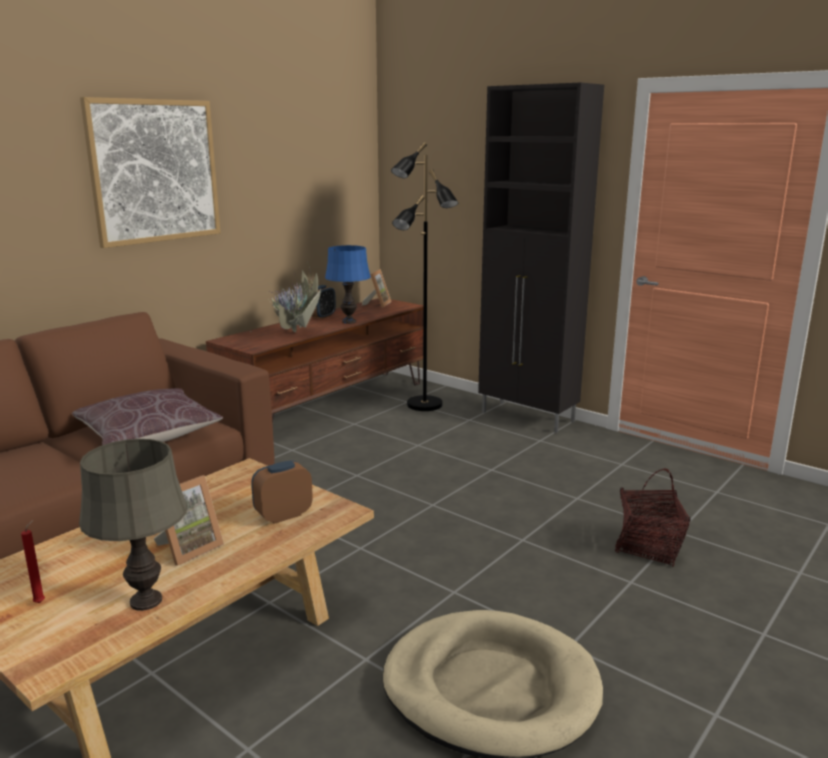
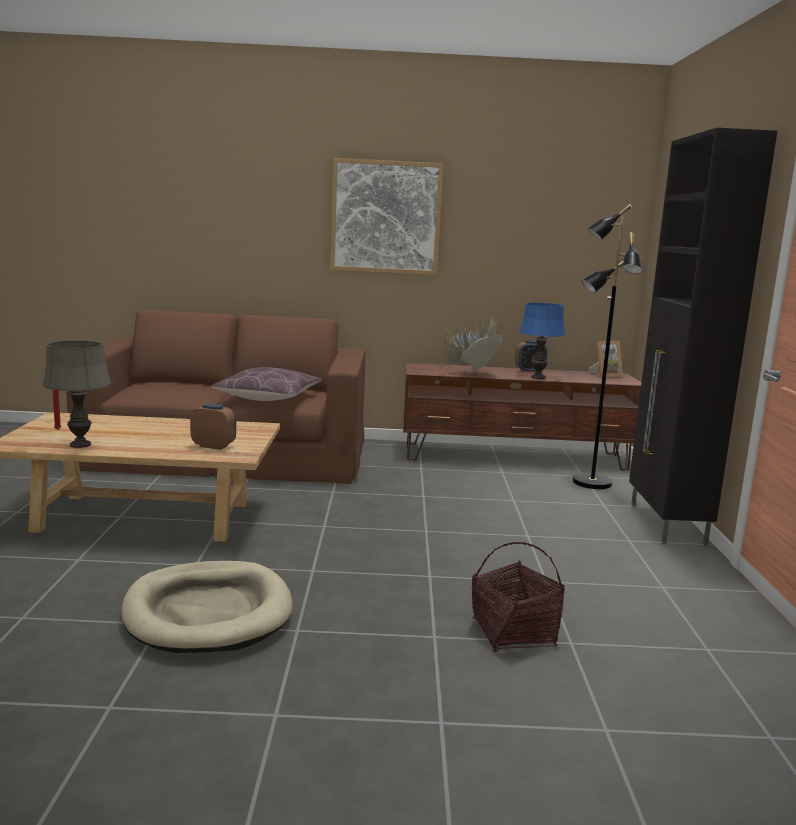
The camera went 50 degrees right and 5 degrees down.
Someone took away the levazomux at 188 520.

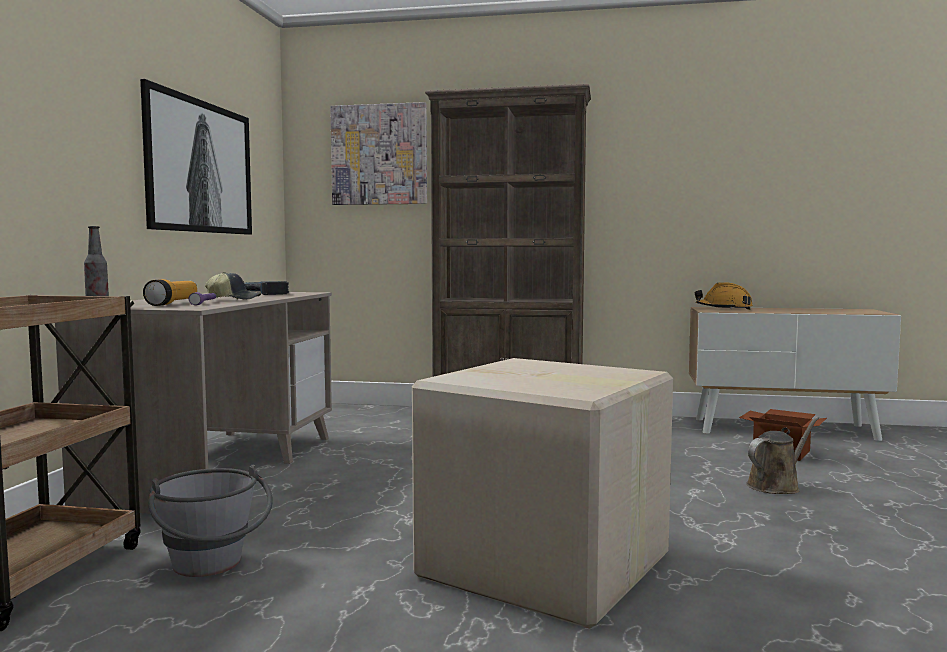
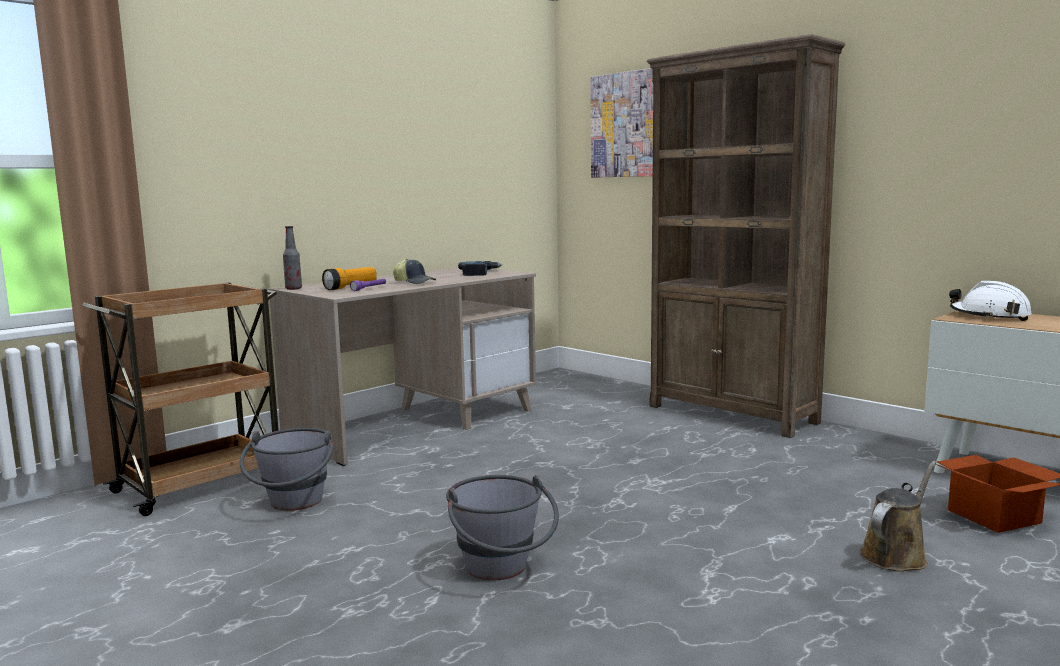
The camera went 35 degrees right and 5 degrees up.
Someone took away the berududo at 196 157.
Someone swapped the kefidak at 542 493 for the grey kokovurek at 502 527.
Someone repainted the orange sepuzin at 724 296, which became the white sepuzin at 990 301.
Someone rotated the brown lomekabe at 782 455 by 45 degrees counterclockwise.

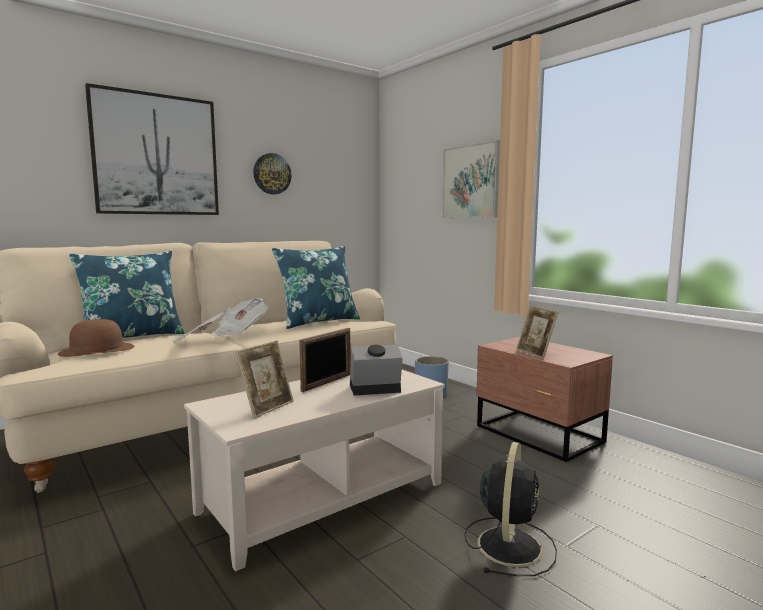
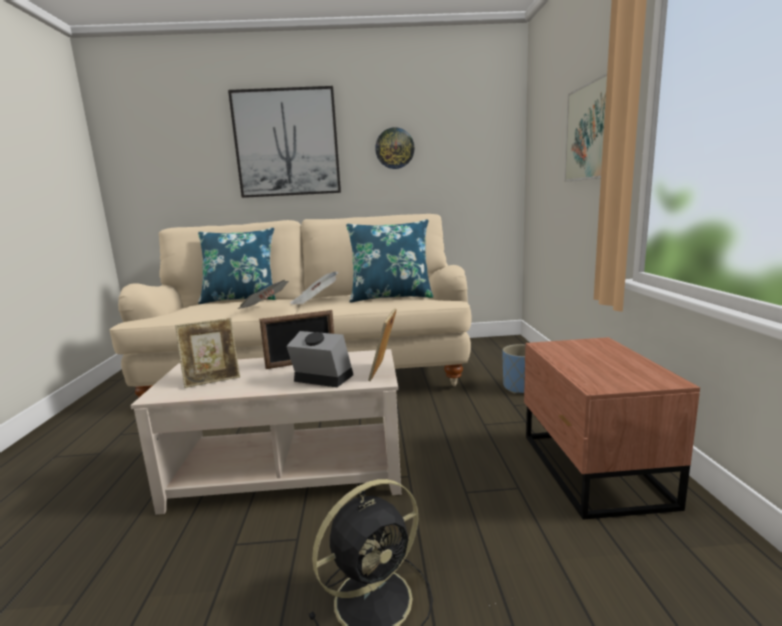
The camera went 35 degrees right and 5 degrees up.
Someone took away the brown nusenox at 96 338.
Someone carried the levazomux from 537 332 to 382 344.

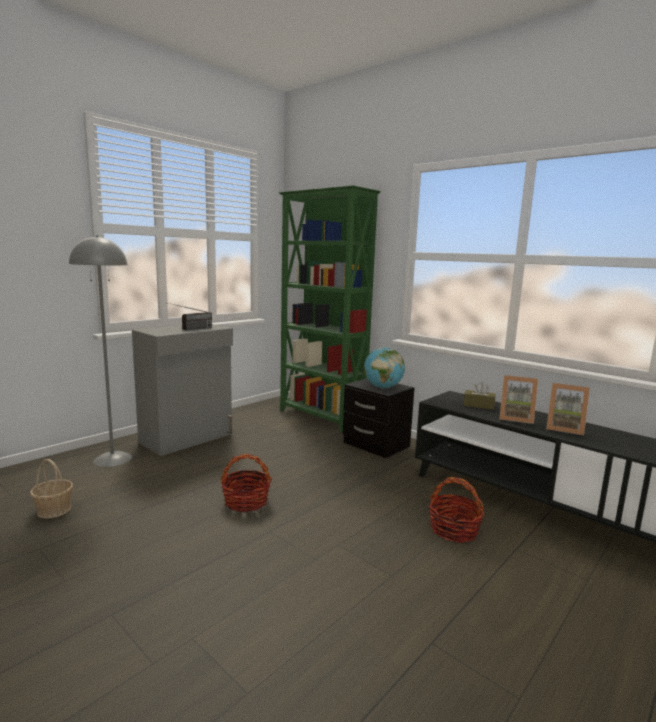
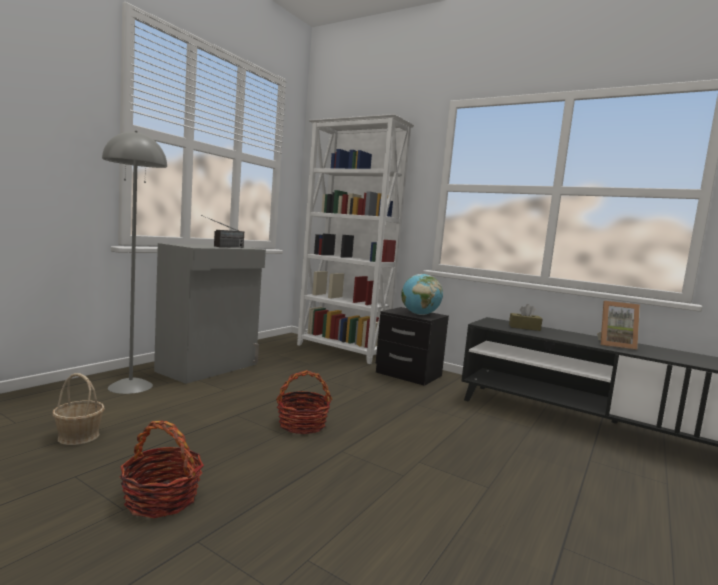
The camera went 10 degrees left and 5 degrees down.
Someone repainted the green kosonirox at 330 309, which became the white kosonirox at 356 239.
Someone carried the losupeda from 456 510 to 162 469.
Someone took away the levazomux at 518 399.

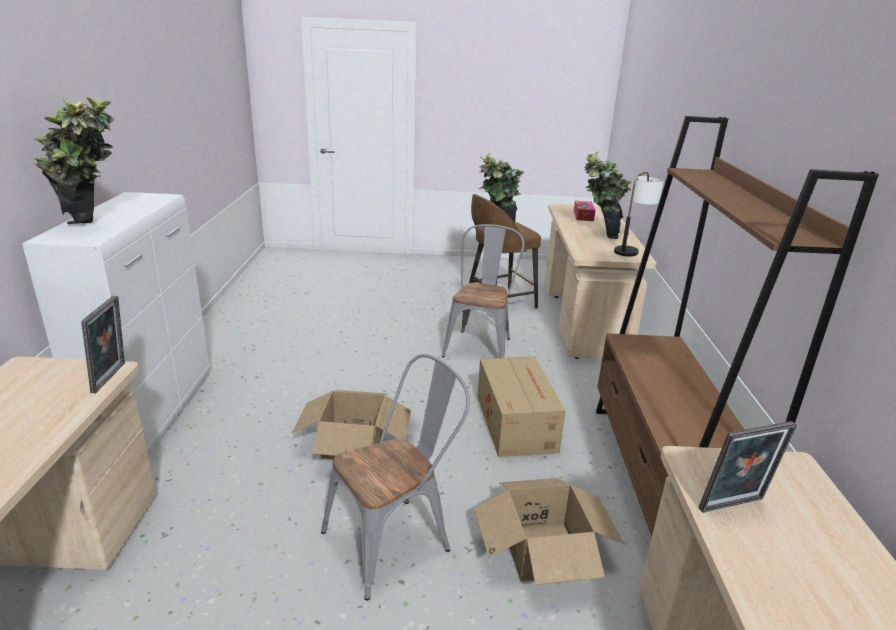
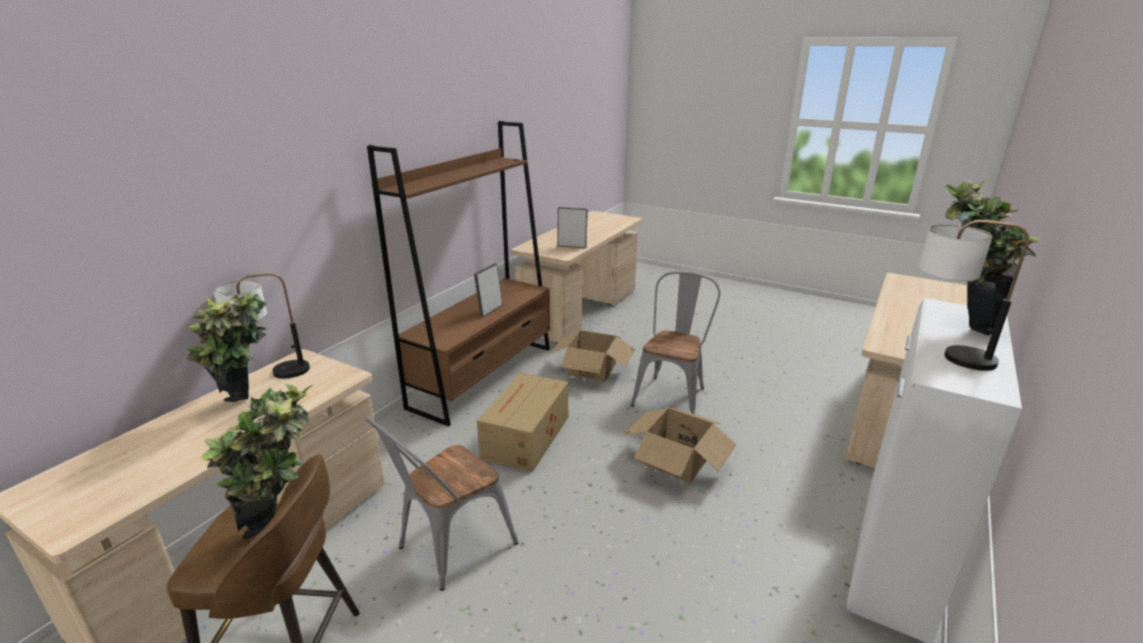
The camera went 150 degrees left and 0 degrees up.
Someone carried the levazomux from 103 344 to 488 290.
Someone rotated the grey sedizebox at 395 477 by 120 degrees clockwise.
Someone took away the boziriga at 584 211.
Someone put down the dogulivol at 974 295.

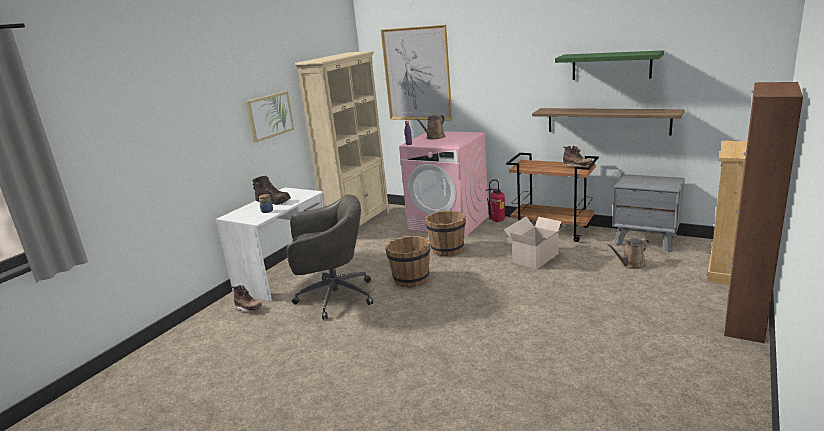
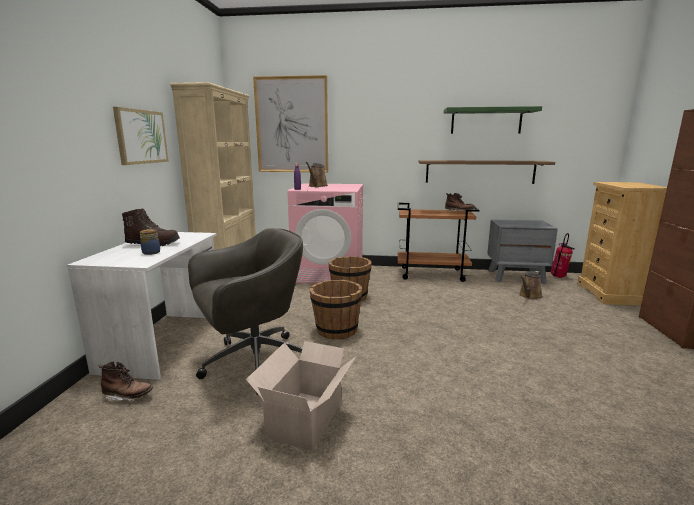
The camera went 25 degrees left and 5 degrees down.
Someone carried the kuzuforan from 495 200 to 563 255.
Someone carried the kefidak from 535 242 to 301 396.

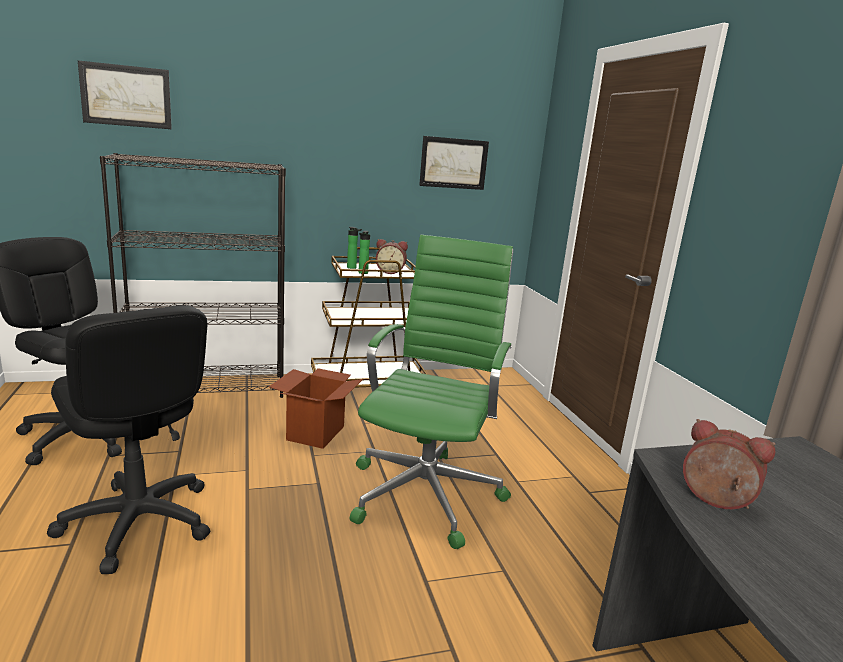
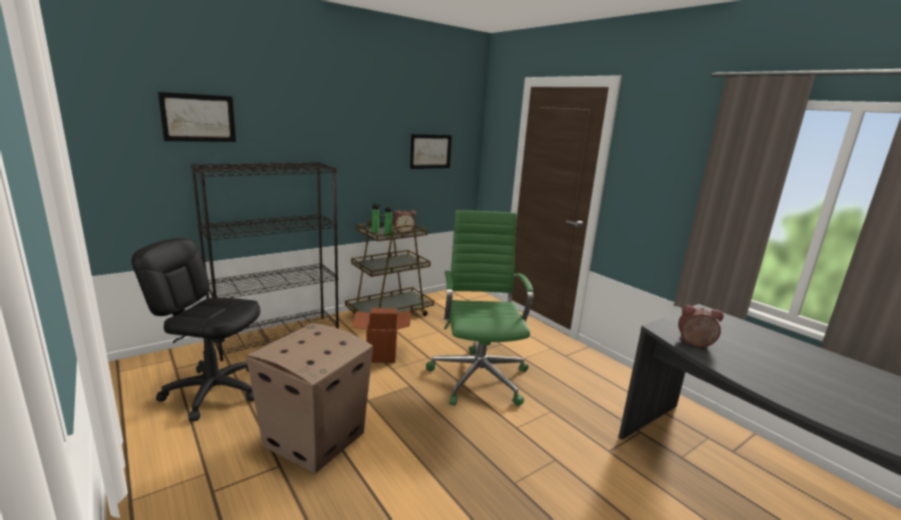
The camera went 20 degrees left and 0 degrees up.
Someone swapped the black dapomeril at 128 439 for the kefidak at 309 398.

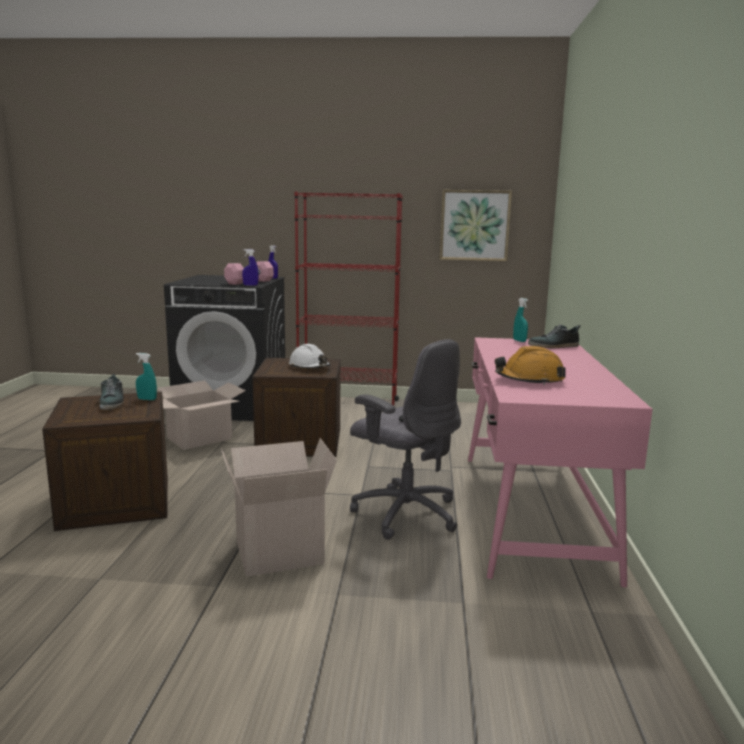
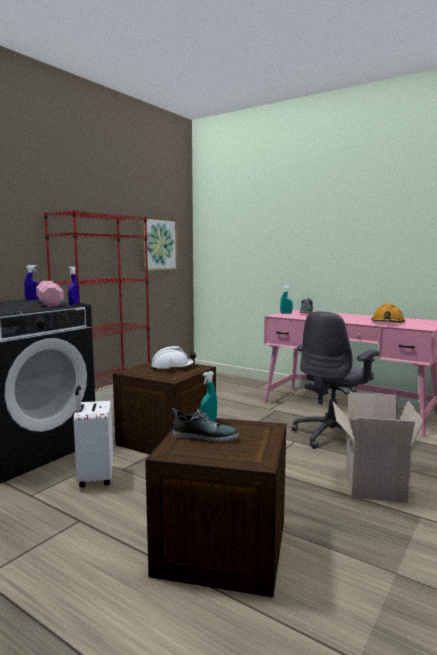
The camera went 60 degrees left and 5 degrees down.
Someone swapped the kefidak at 201 415 for the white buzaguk at 93 436.
Someone rotated the grey dapomeril at 405 439 by 150 degrees clockwise.

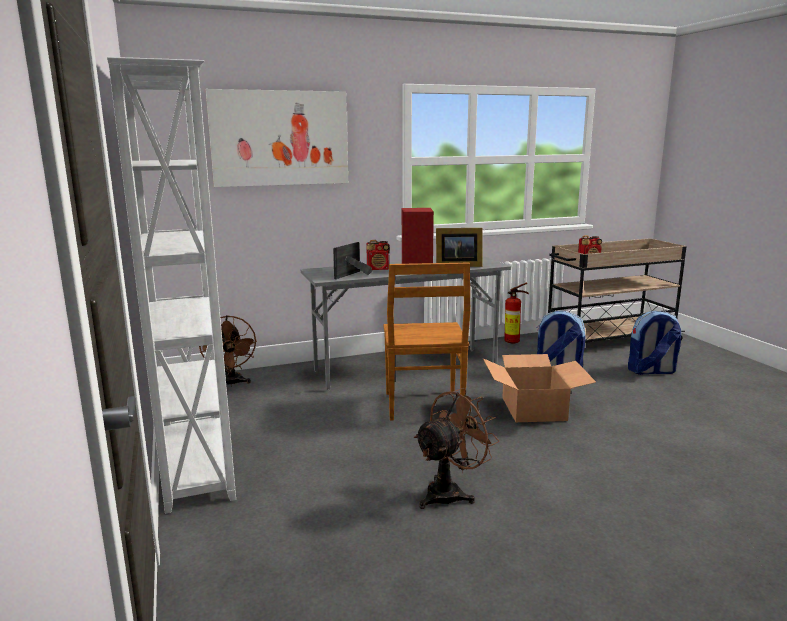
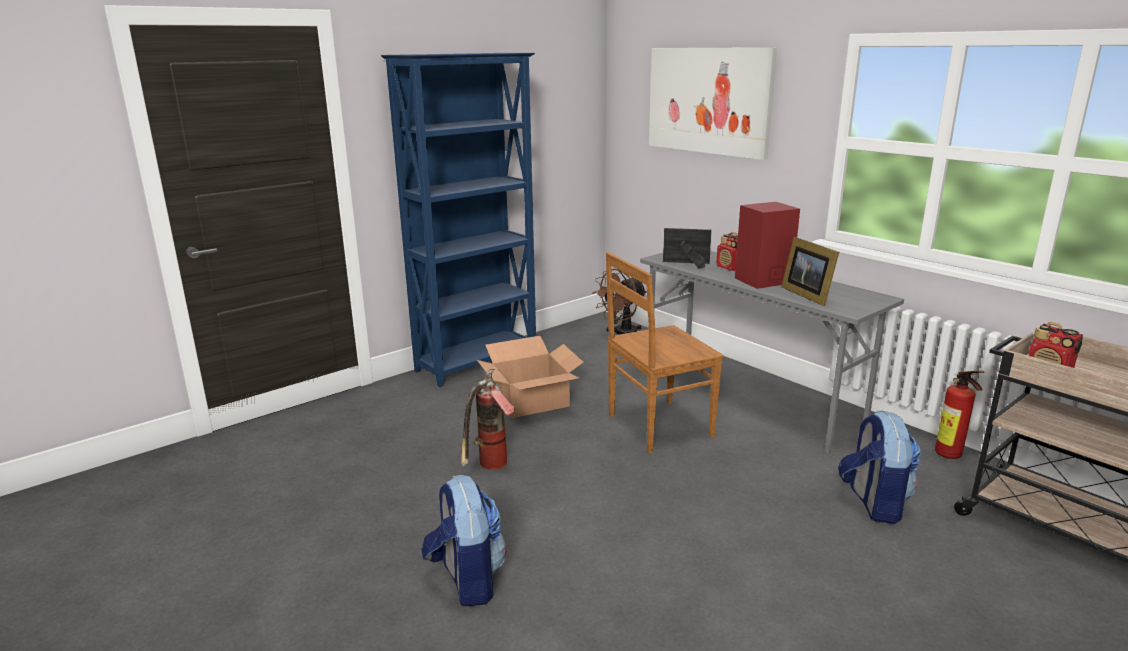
The camera went 70 degrees right and 5 degrees up.
Someone repainted the white kosonirox at 171 285, which became the blue kosonirox at 458 220.
Someone swapped the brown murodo at 456 448 for the kuzuforan at 488 419.
Someone carried the kefidak from 539 388 to 530 377.
Someone carried the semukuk from 654 343 to 463 541.

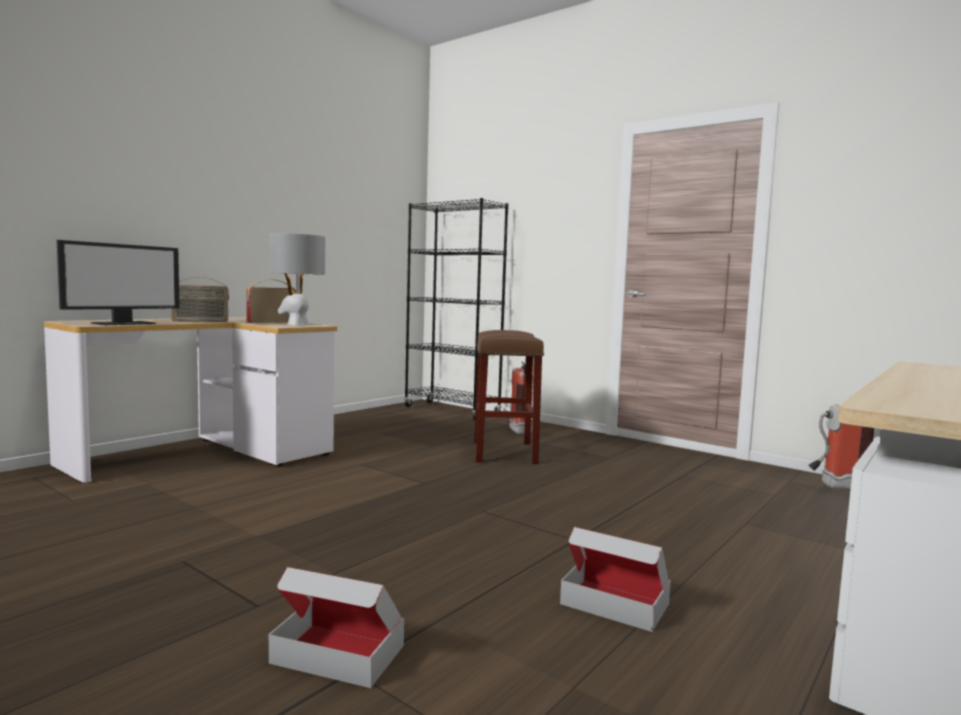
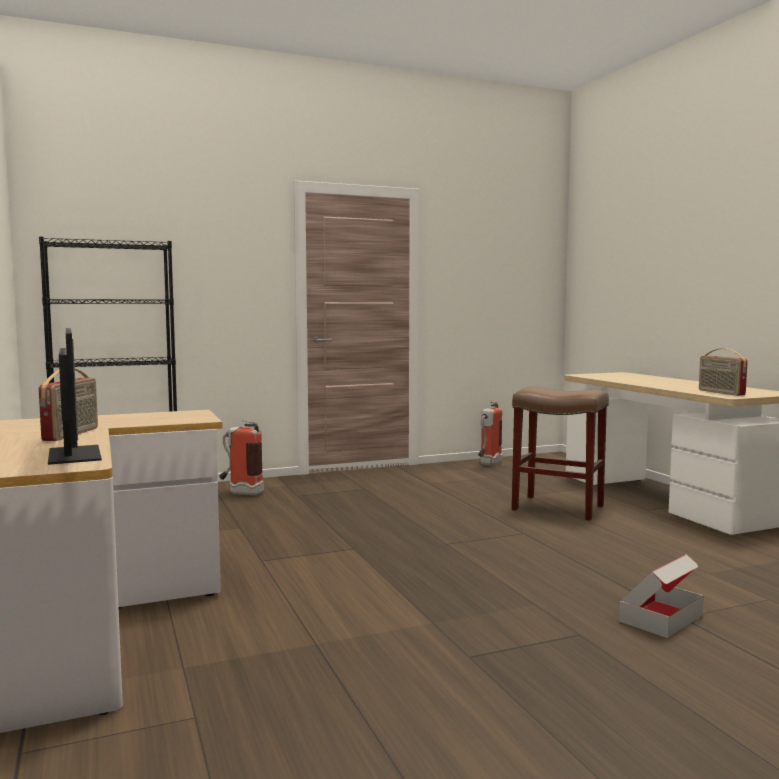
The camera went 60 degrees left and 0 degrees up.
Someone carried the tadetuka from 271 301 to 723 372.
Someone took away the grey dogulivol at 297 279.
Someone carried the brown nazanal from 509 397 to 560 453.
Someone took away the kefidak at 615 579.

